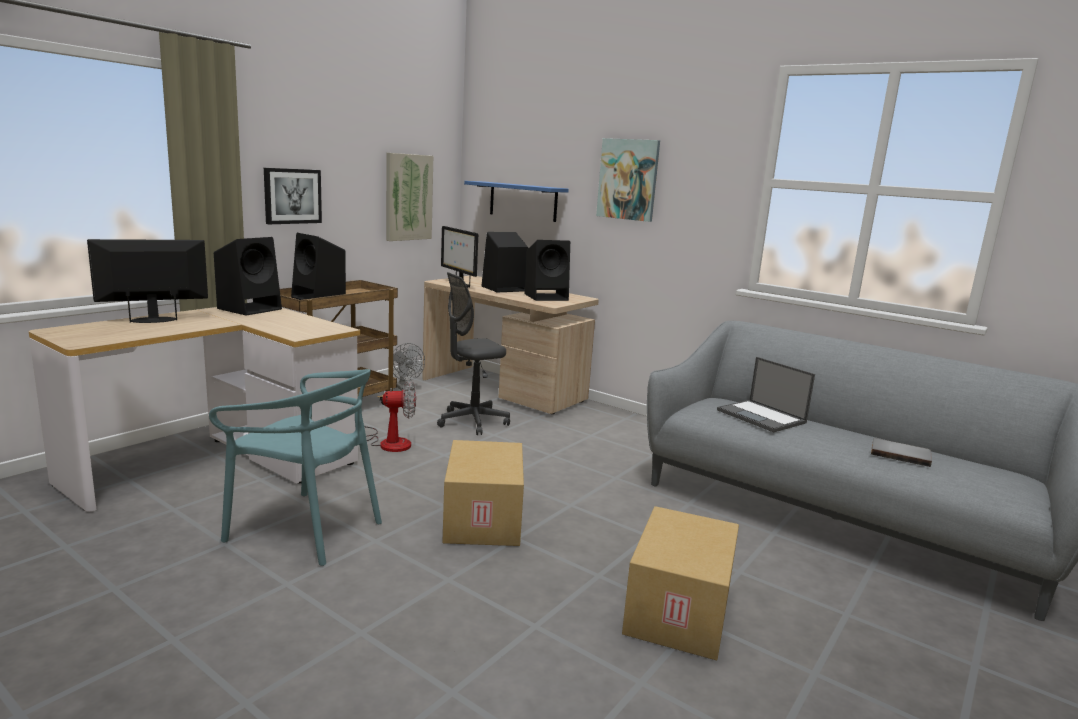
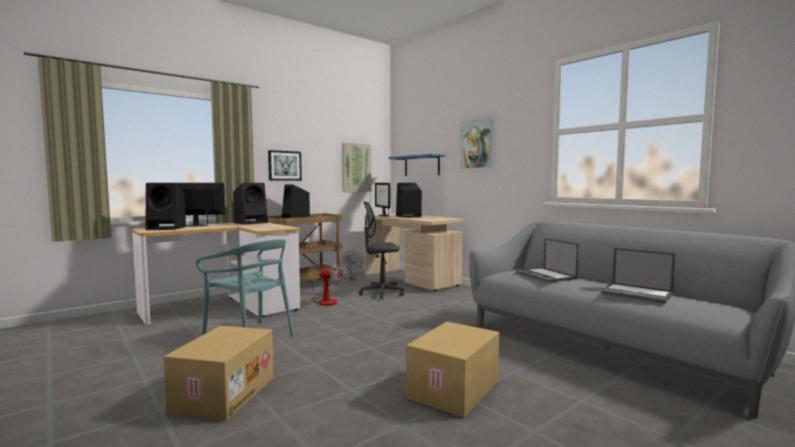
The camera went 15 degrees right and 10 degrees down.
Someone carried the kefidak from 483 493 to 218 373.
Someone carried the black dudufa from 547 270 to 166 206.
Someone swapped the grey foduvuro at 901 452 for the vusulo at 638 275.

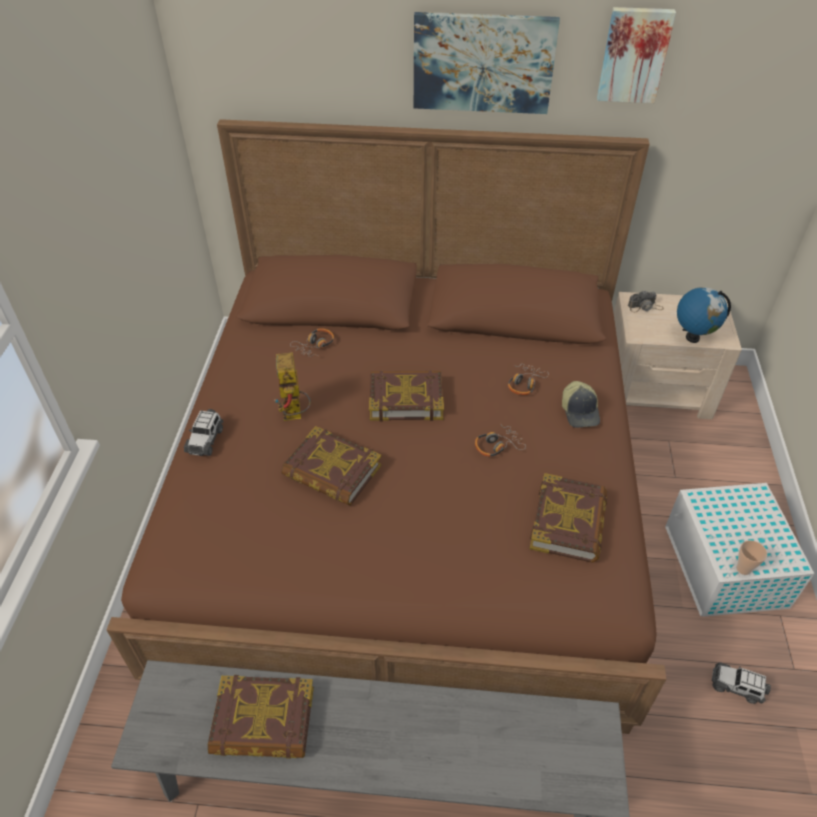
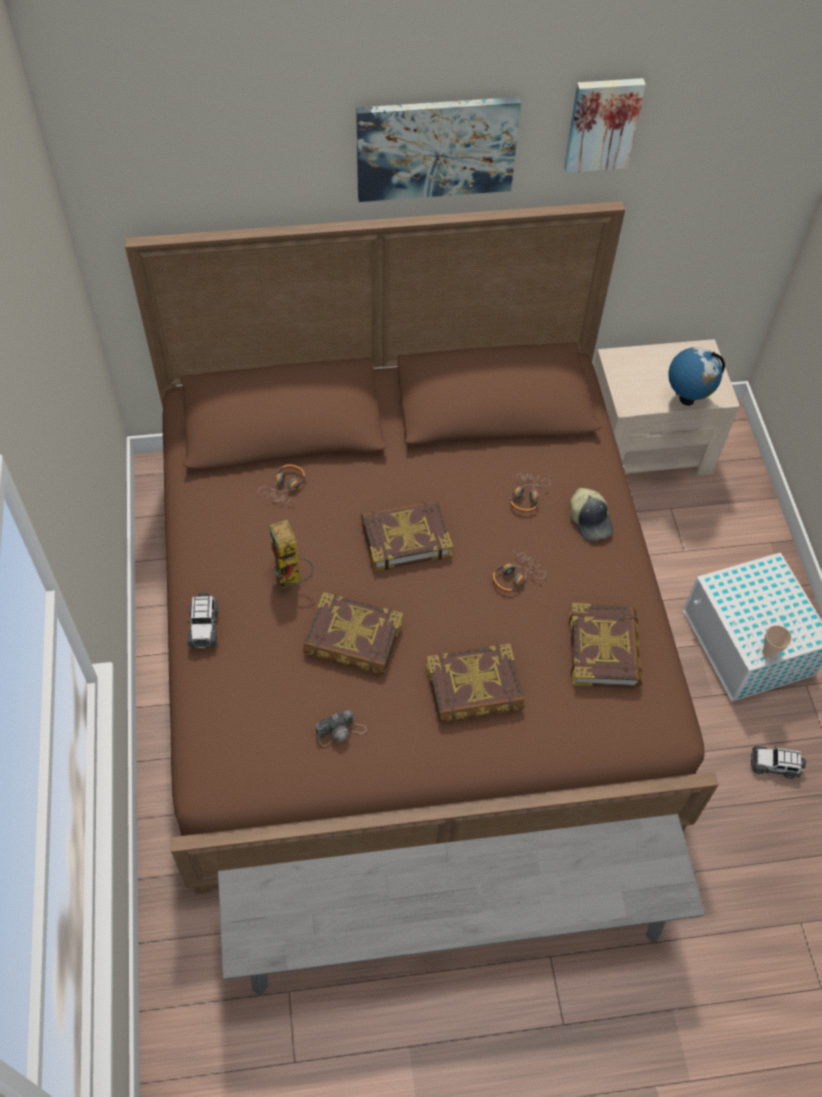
The camera went 15 degrees left and 10 degrees up.
Someone carried the foduvuro from 261 717 to 475 683.
Someone carried the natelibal from 646 301 to 341 728.

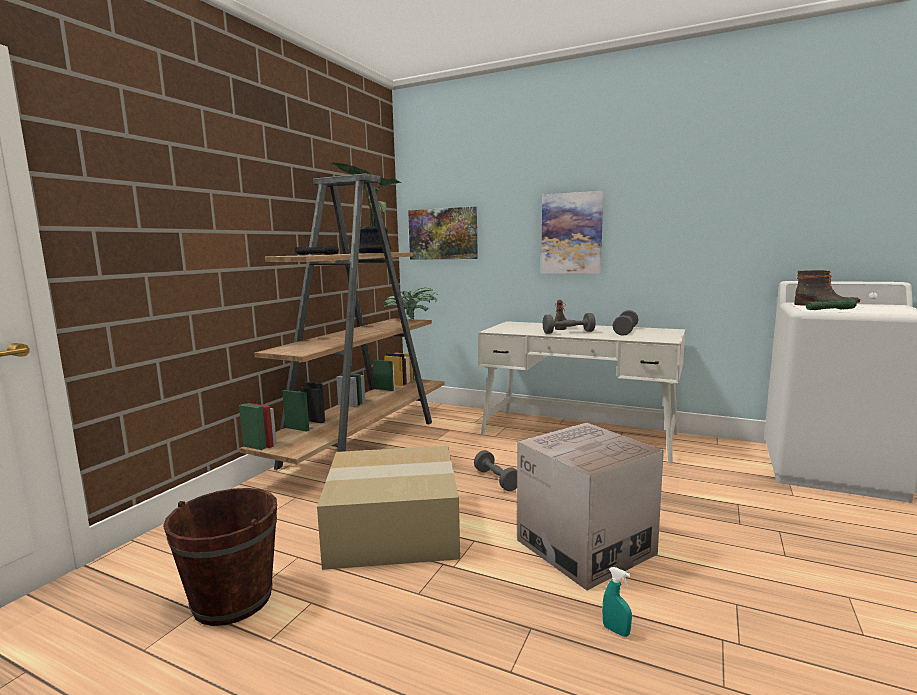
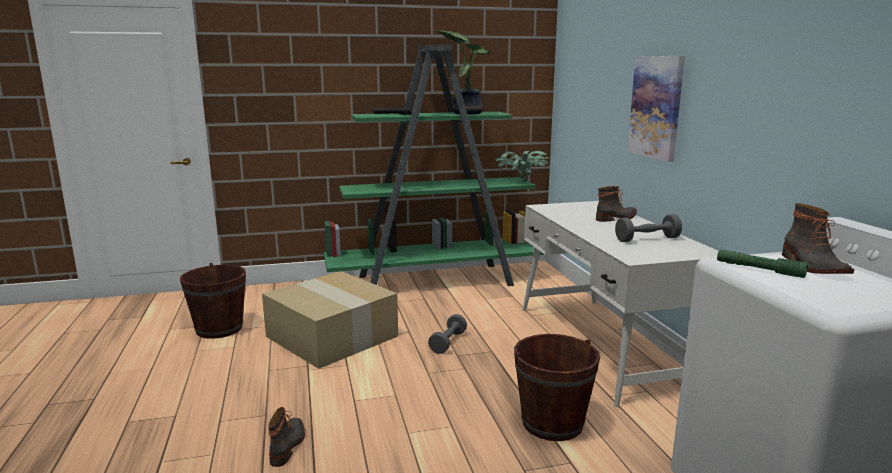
The camera went 50 degrees right and 5 degrees up.
Someone repainted the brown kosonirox at 342 322, which became the green kosonirox at 434 165.
Someone took away the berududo at 443 233.
Someone took away the kefidak at 590 507.
Someone took away the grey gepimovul at 569 323.
Someone swapped the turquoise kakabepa at 617 602 for the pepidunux at 286 437.
Someone put down the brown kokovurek at 557 387.

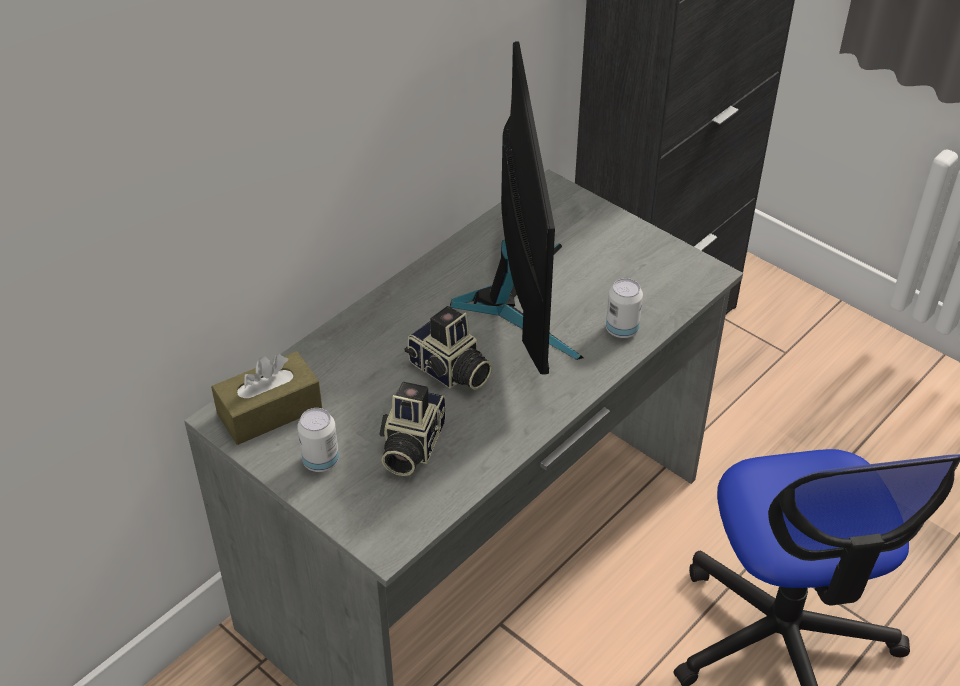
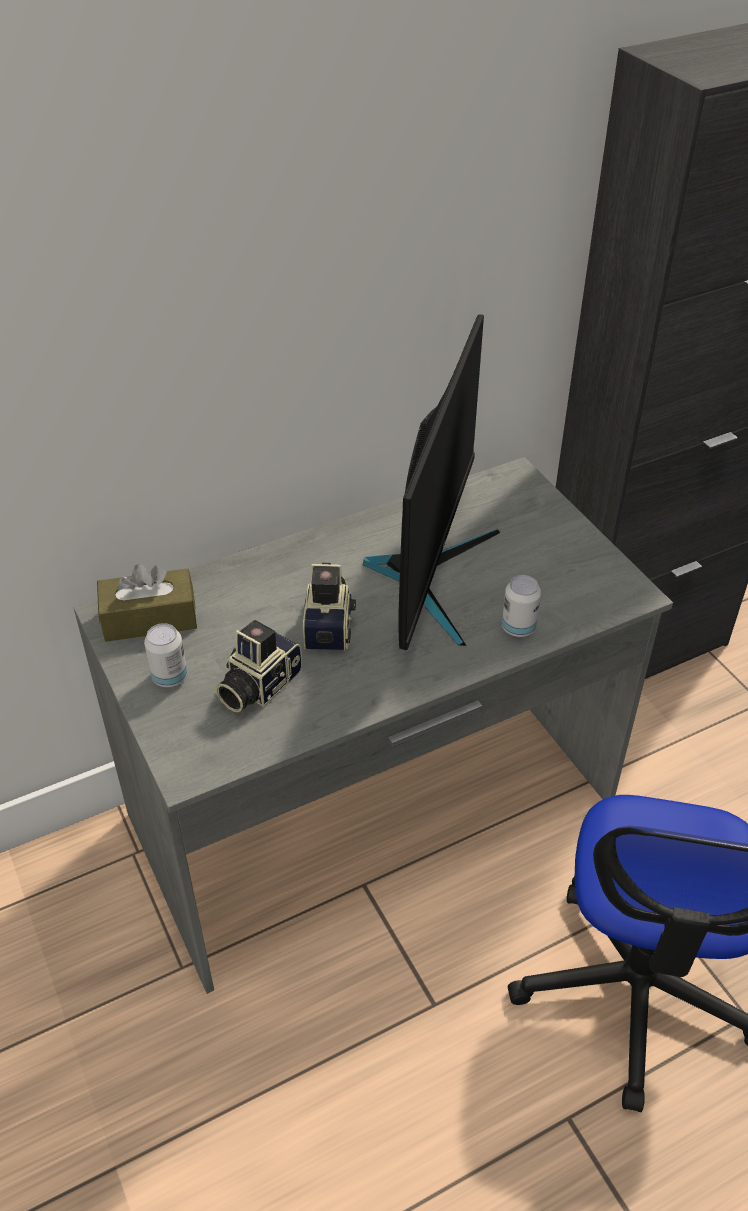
The camera went 20 degrees right and 0 degrees up.
Someone rotated the natelibal at 448 348 by 150 degrees counterclockwise.

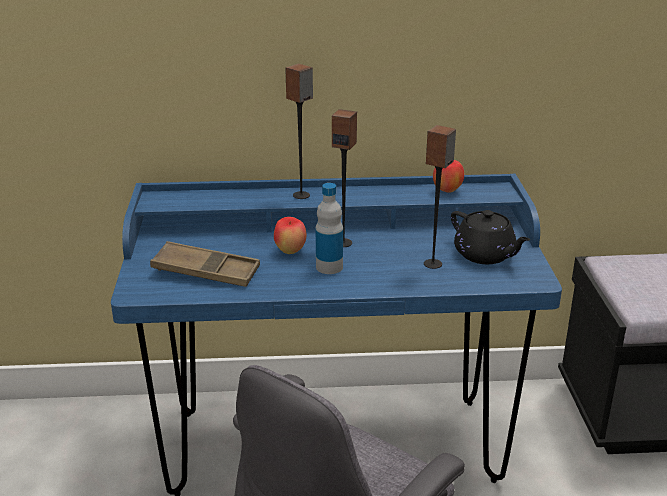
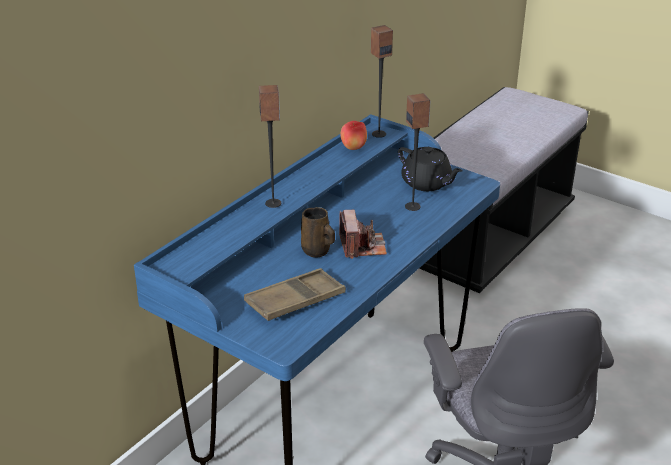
The camera went 50 degrees left and 5 degrees up.
Someone swapped the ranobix at 290 235 for the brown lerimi at 318 232.
Someone swapped the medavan at 329 228 for the natelibal at 363 234.
Someone carried the dudufa from 344 178 to 382 81.
Someone rotated the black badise at 490 237 by 45 degrees clockwise.

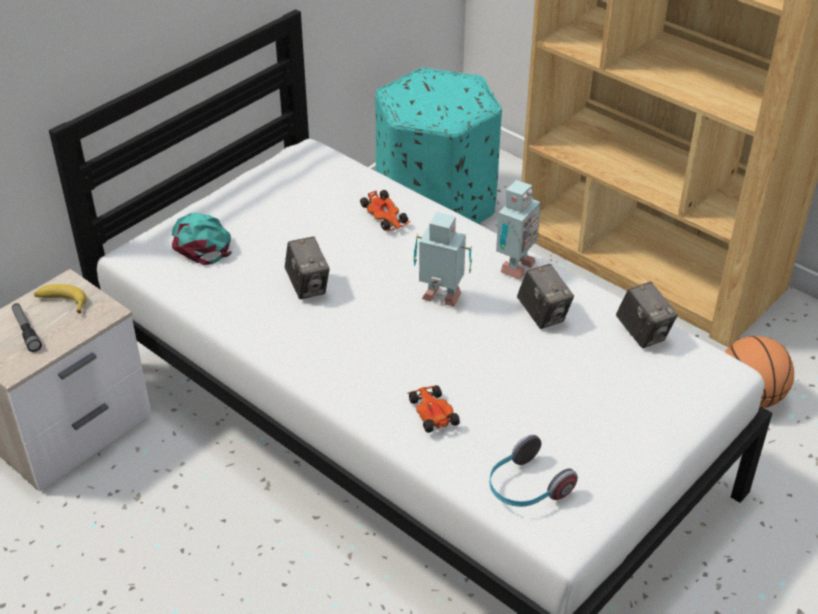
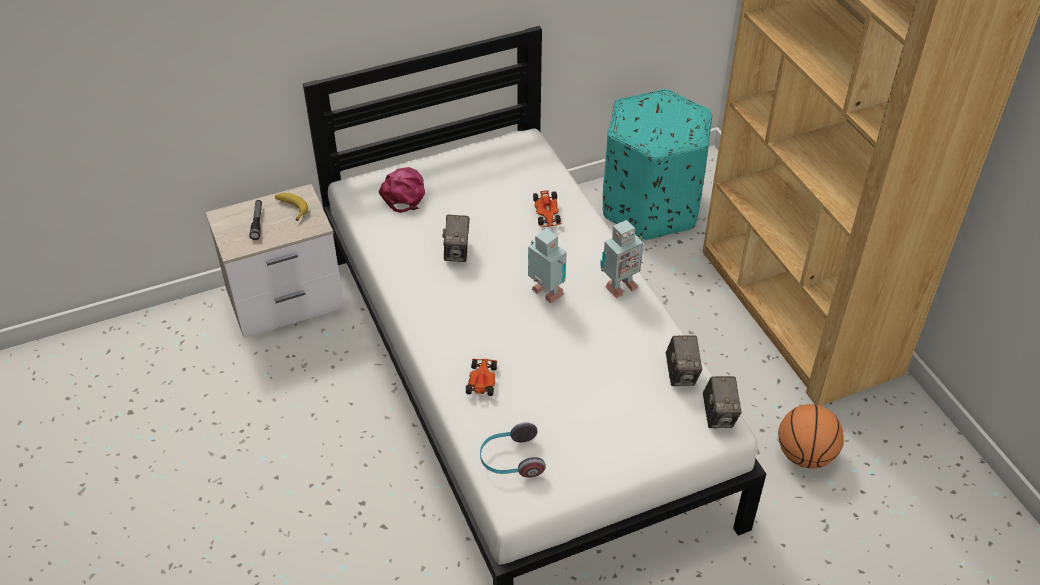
The camera went 25 degrees right and 5 degrees up.
Someone repainted the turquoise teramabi at 202 238, which became the pink teramabi at 402 190.
Someone carried the natelibal from 545 296 to 722 402.

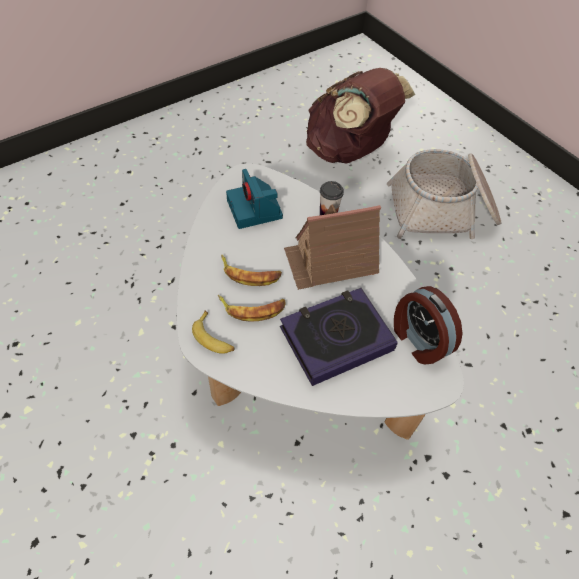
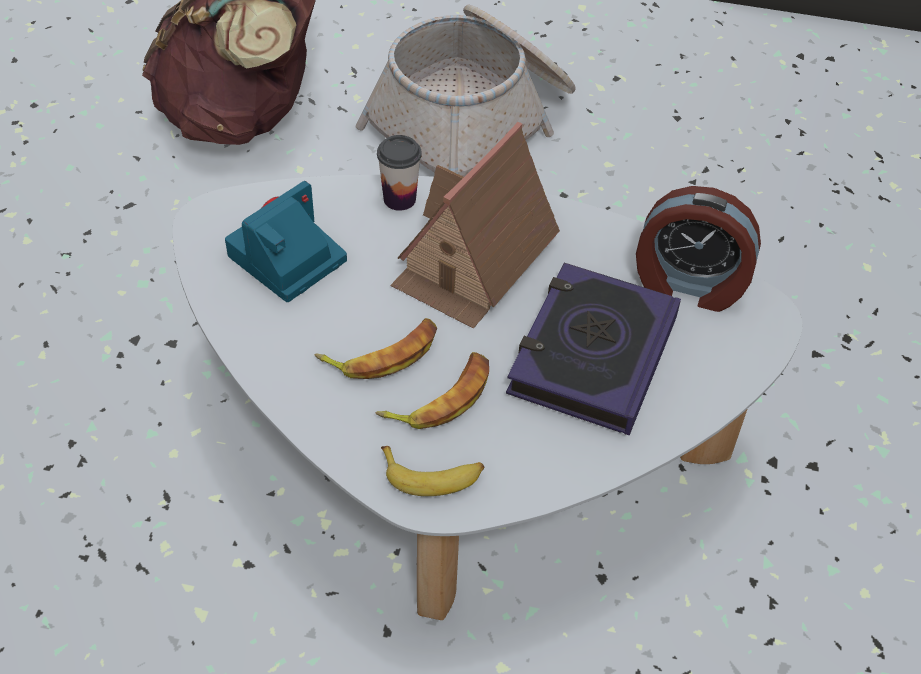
The camera went 40 degrees left and 5 degrees down.
Someone rotated the natelibal at 254 199 by 105 degrees clockwise.

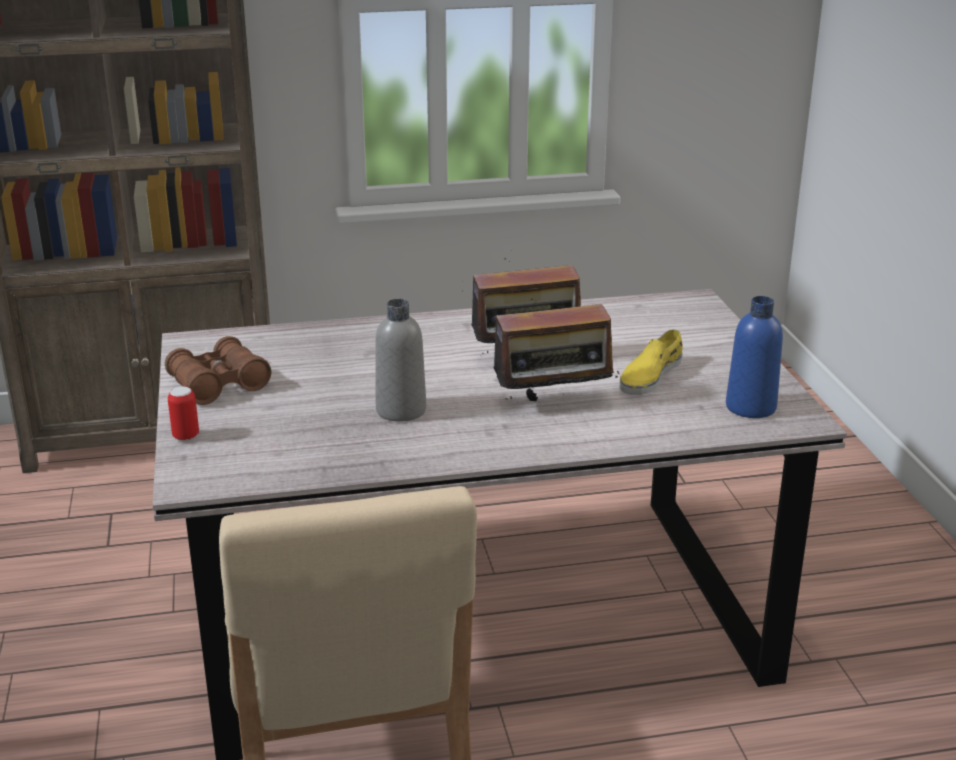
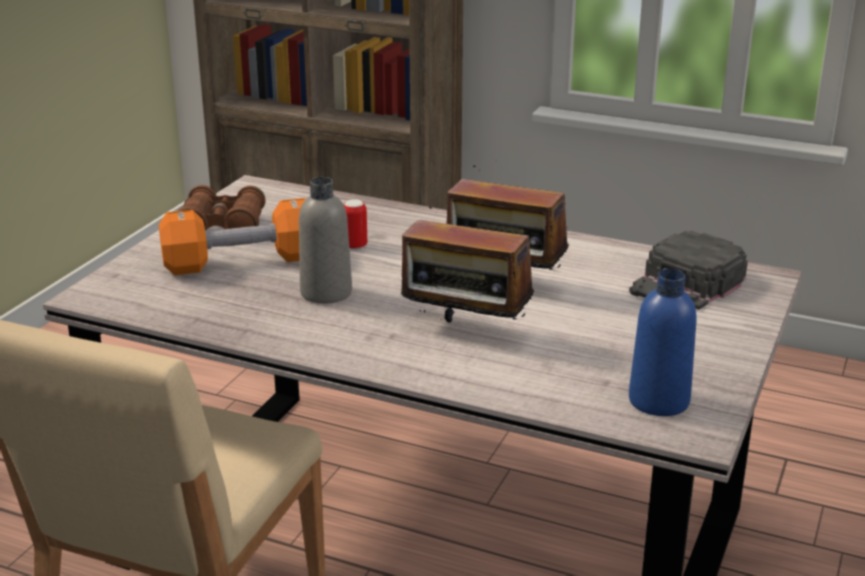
The camera went 35 degrees right and 0 degrees up.
Someone carried the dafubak from 183 413 to 355 224.
Someone took away the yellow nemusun at 651 362.
Someone put down the orange gepimovul at 232 236.
Someone put down the black teramabi at 688 270.

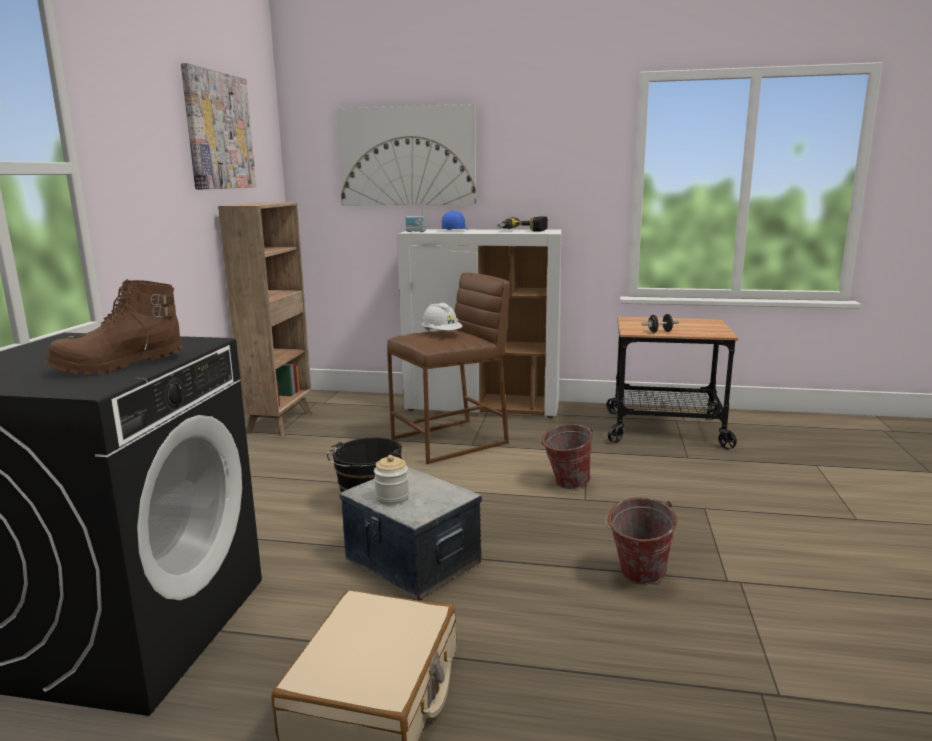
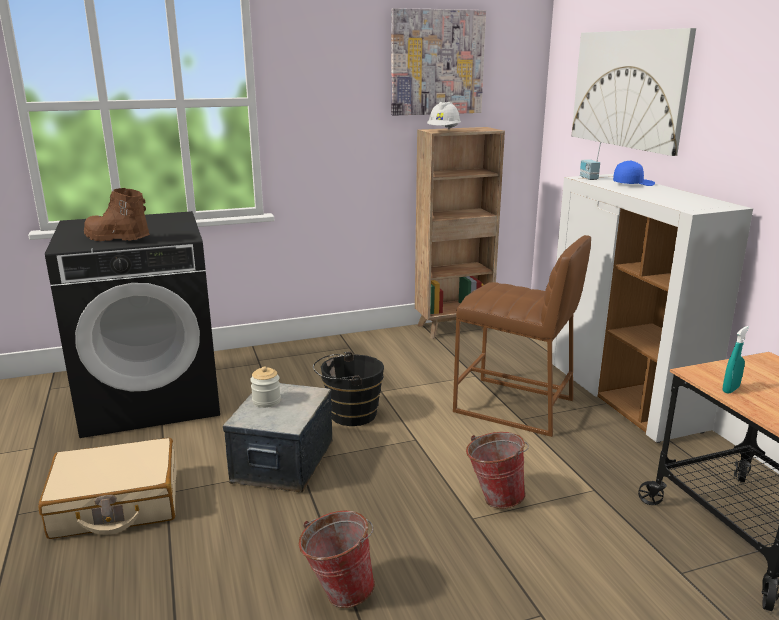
The camera went 60 degrees right and 5 degrees up.
Someone carried the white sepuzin from 441 317 to 444 115.
Someone took away the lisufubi at 522 224.
Someone swapped the black gepimovul at 660 323 for the turquoise kakabepa at 736 360.

